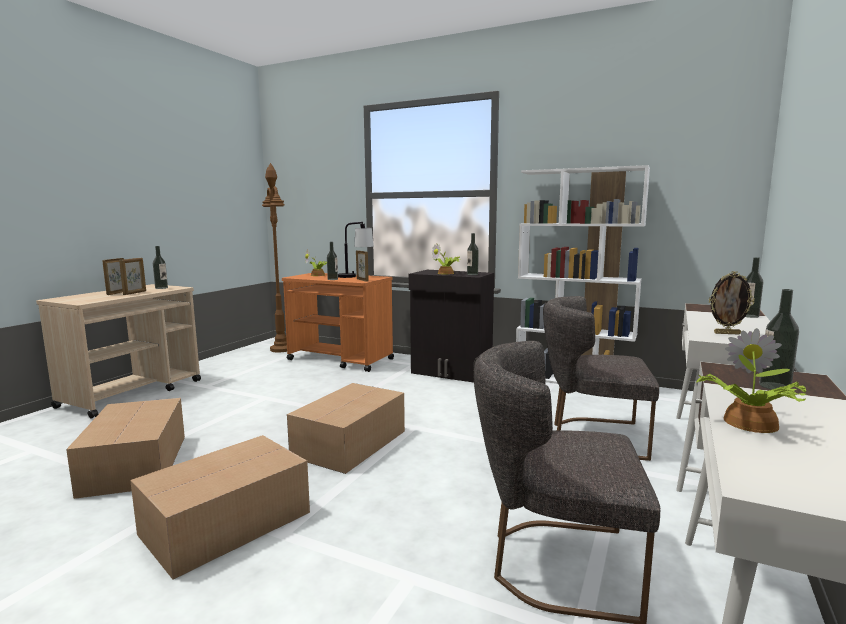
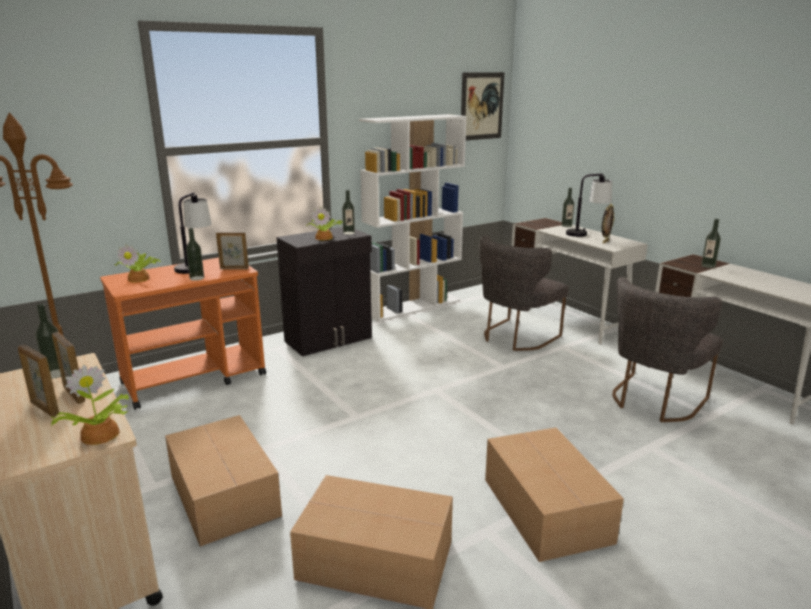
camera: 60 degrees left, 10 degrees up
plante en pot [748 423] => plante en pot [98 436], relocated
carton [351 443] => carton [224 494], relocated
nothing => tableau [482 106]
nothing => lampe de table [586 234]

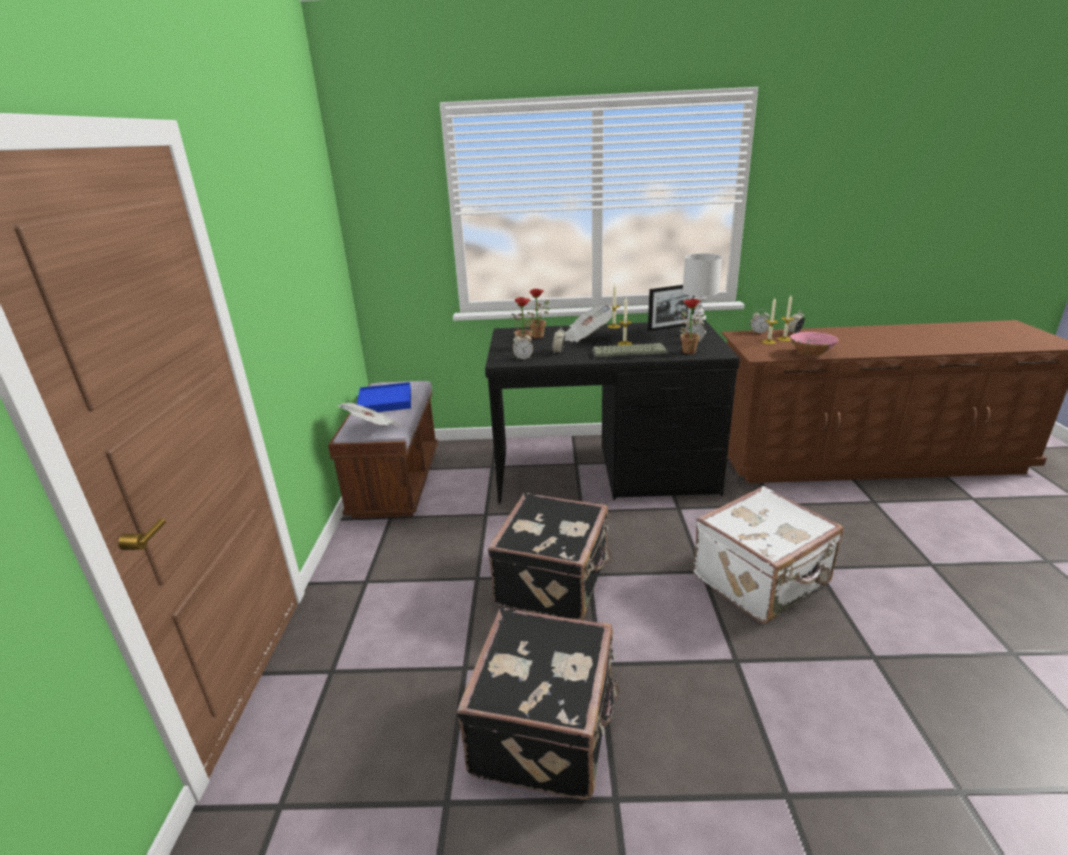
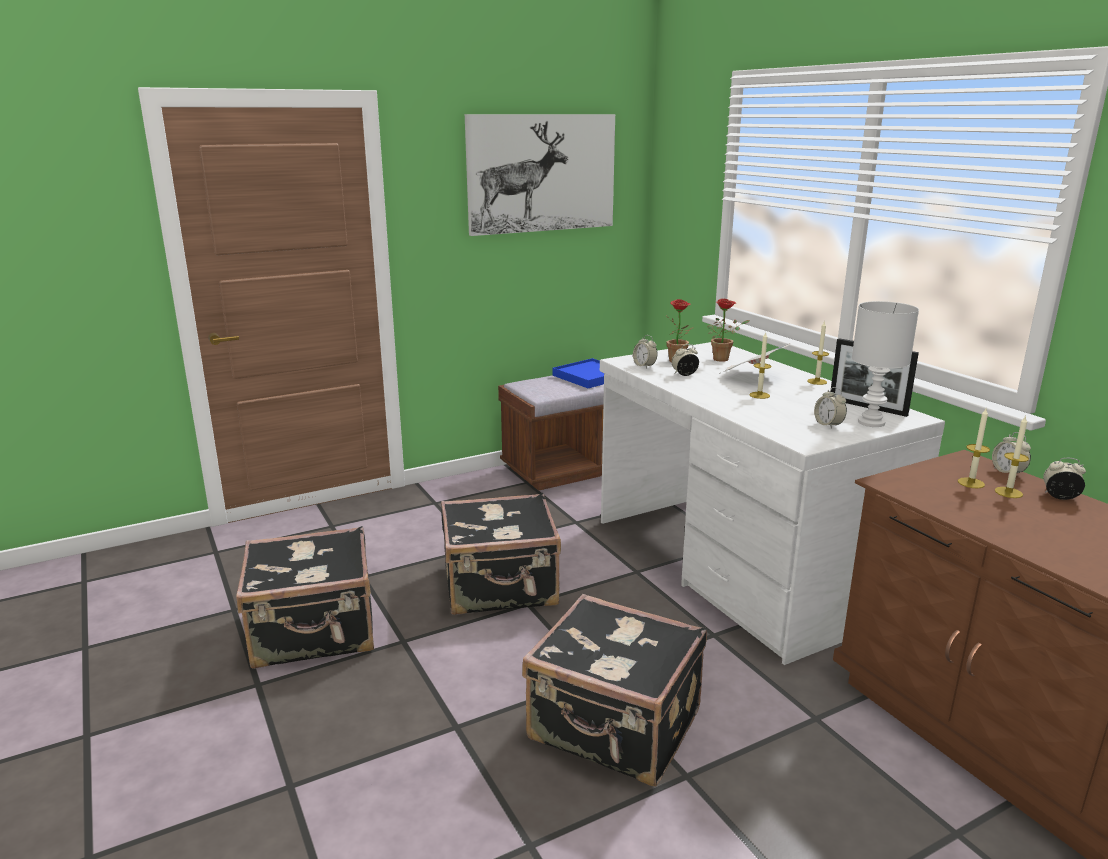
camera: 60 degrees right, 5 degrees down
nothing => tableau [542 173]
valise [blanc] [762 581] => valise [noir] [614 728]
bureau [noir] [604 471] => bureau [blanc] [738 565]
journal [372 428] => nothing
clavier [630 353] => nothing
plante en pot [686 351] => nothing
bol [rose] [810 354] => nothing

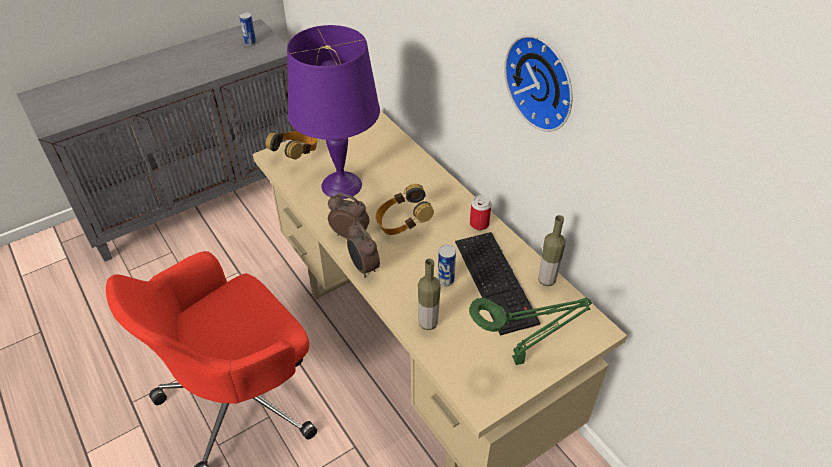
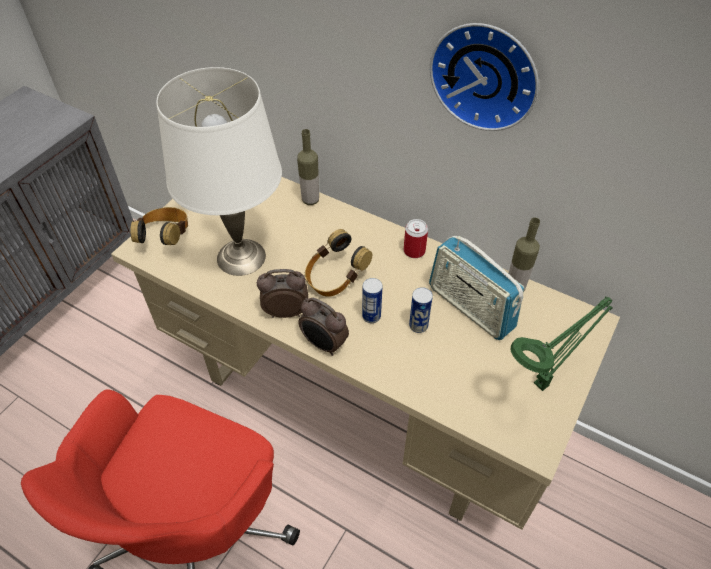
camera: 25 degrees left, 5 degrees up
lampe de table [violet] [341 185] => lampe de table [blanc] [240 257]
bouteille [428 323] => bouteille [310 200], relocated
boîte métallique [250 43] => boîte métallique [371 316], relocated
clavier [497 282] => radio [470 308]

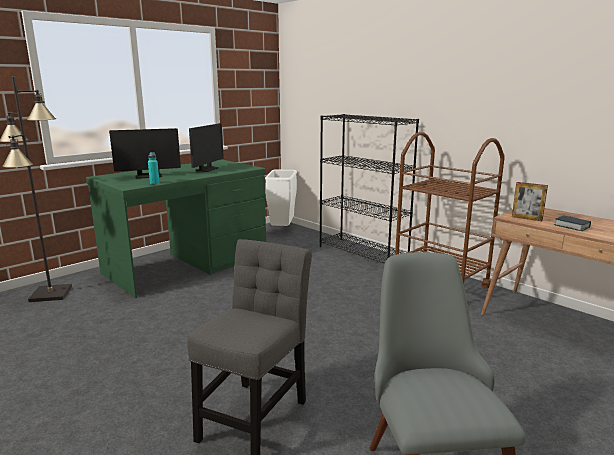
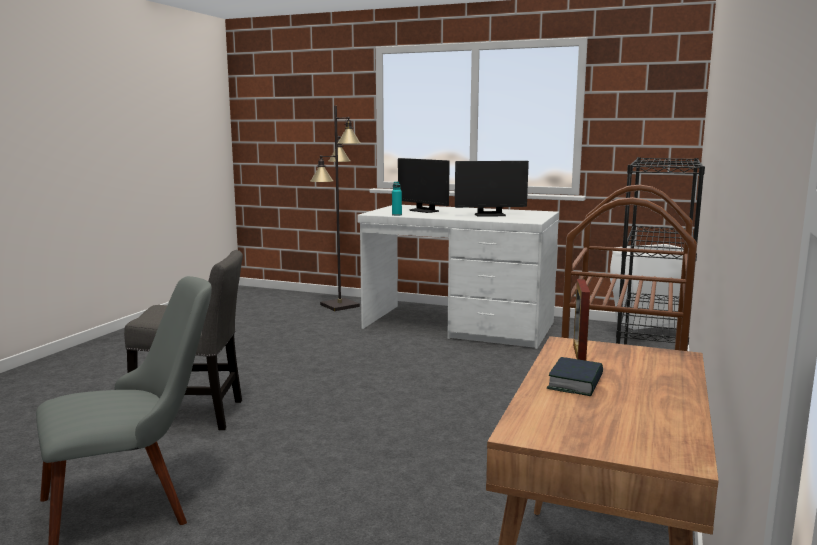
camera: 65 degrees right, 5 degrees down
bureau [vert] [188 265] => bureau [blanc] [459 325]

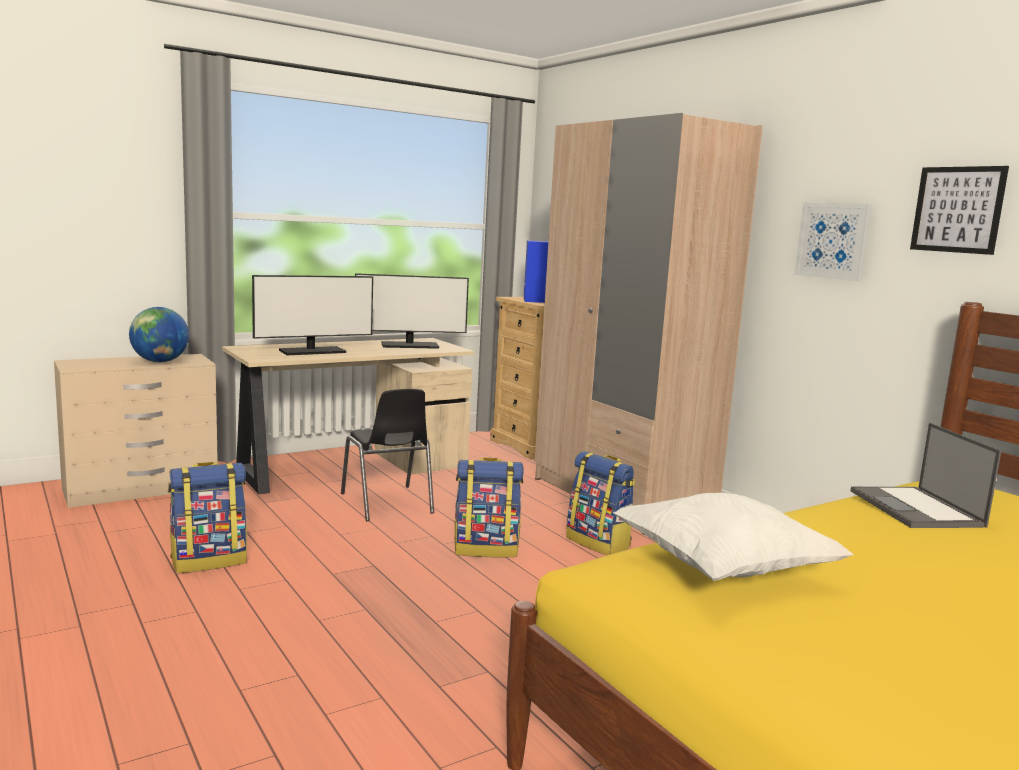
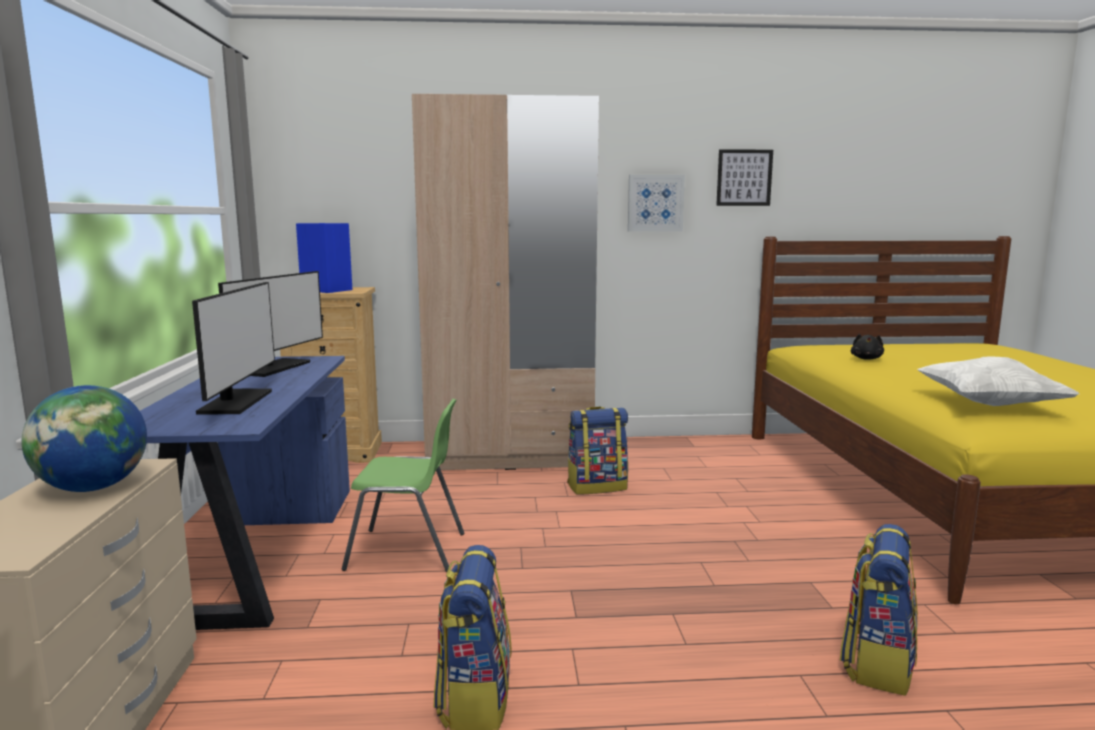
camera: 60 degrees left, 0 degrees up
bureau [beige] [350 468] => bureau [bleu] [259 550]
chaise [noir] [387 504] => chaise [vert] [408 551]
sac à dos [486 549] => sac à dos [876 663], relocated
ordinateur portable [917 509] => peluche [noir] [866 359]

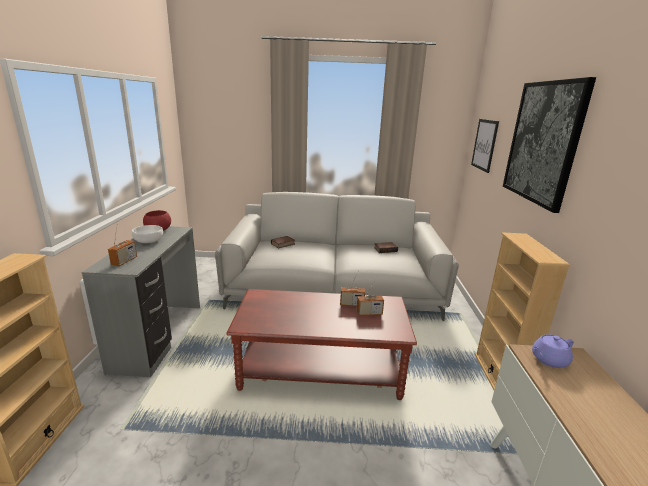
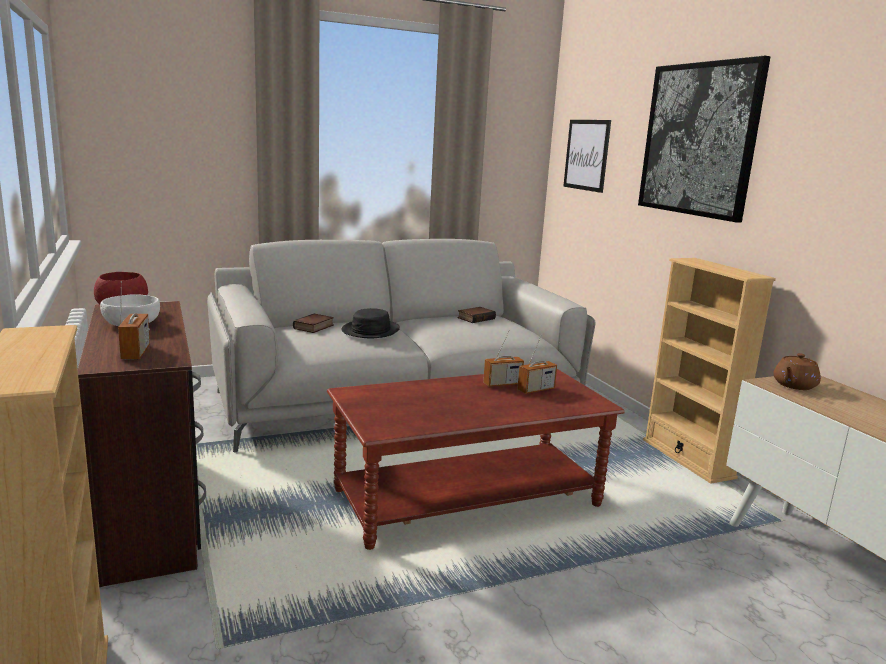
camera: 25 degrees left, 5 degrees down
bureau [gris] [160 336] => bureau [marron] [152 511]
nothing => chapeau [noir] [370 330]
théière [violet] [548 360] => théière [marron] [794 385]

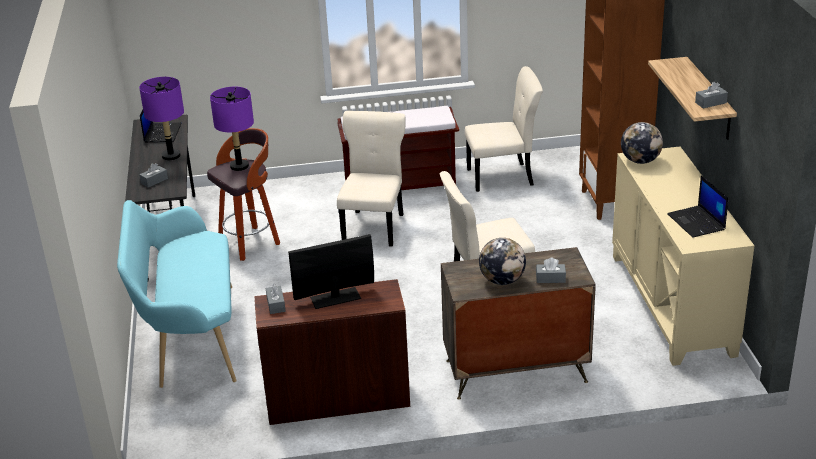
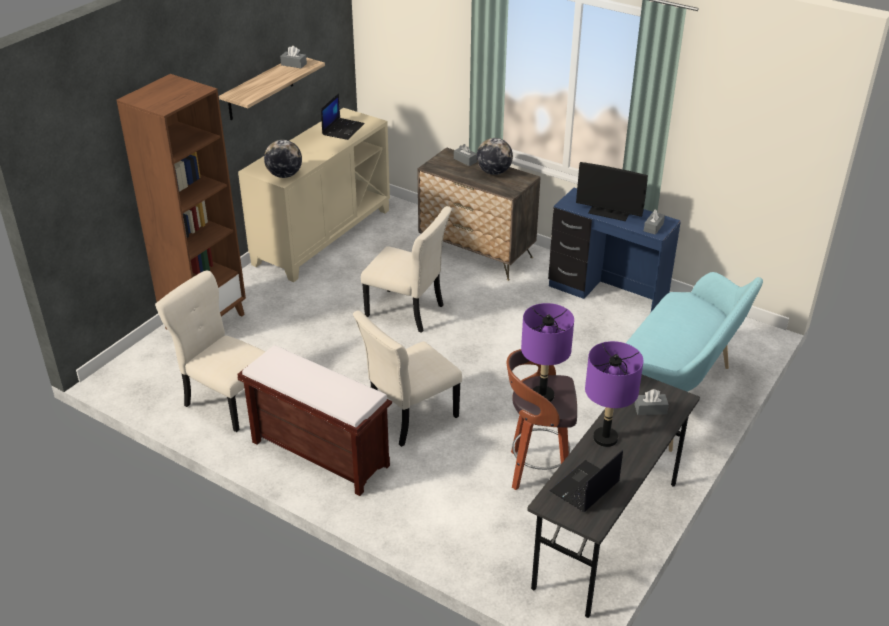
camera: 140 degrees left, 5 degrees up
bureau [marron] [337 398] => bureau [bleu] [606 295]

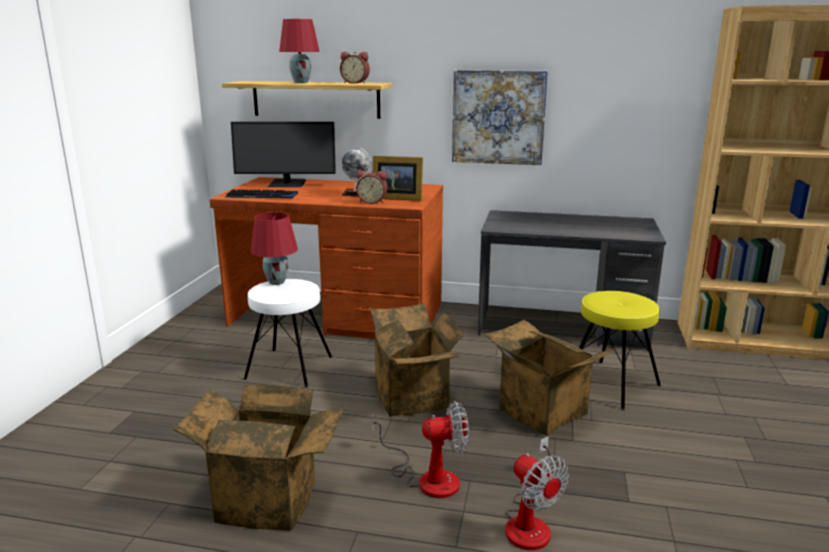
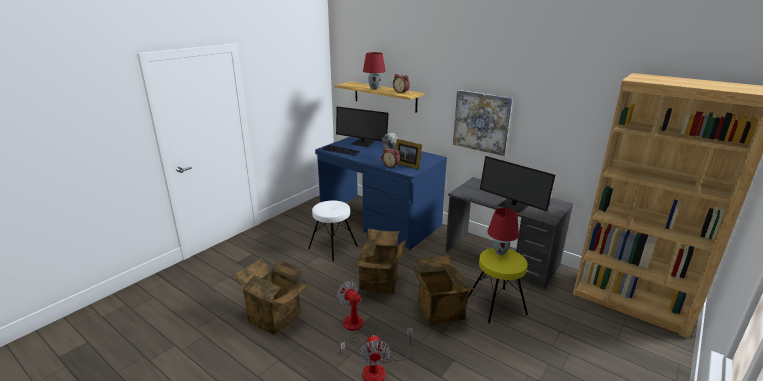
camera: 25 degrees right, 5 degrees up
bureau [marron] [338 315] => bureau [bleu] [379 220]
ventilateur [427 477] => ventilateur [351 329], 150 degrees counterclockwise
nothing => écran d'ordinateur [513 205]
lampe de table [rouge] [277 282] => lampe de table [rouge] [500 252], relocated

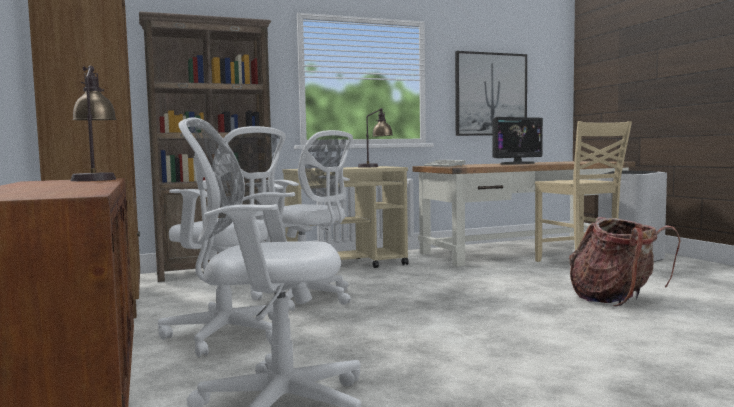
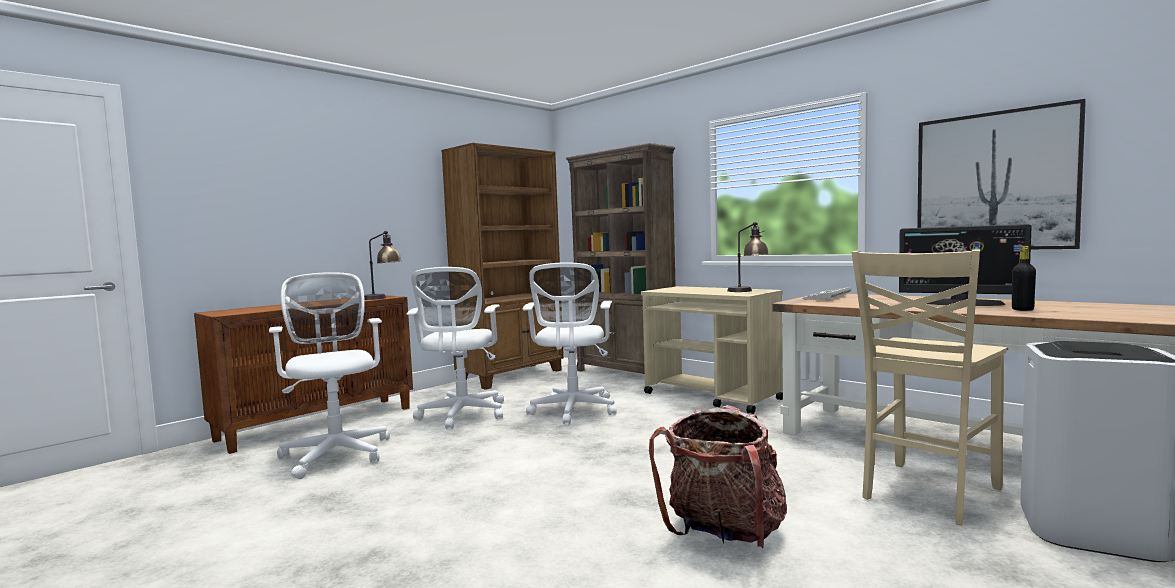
camera: 65 degrees right, 0 degrees up
nothing => bouteille [noir] [1022 310]

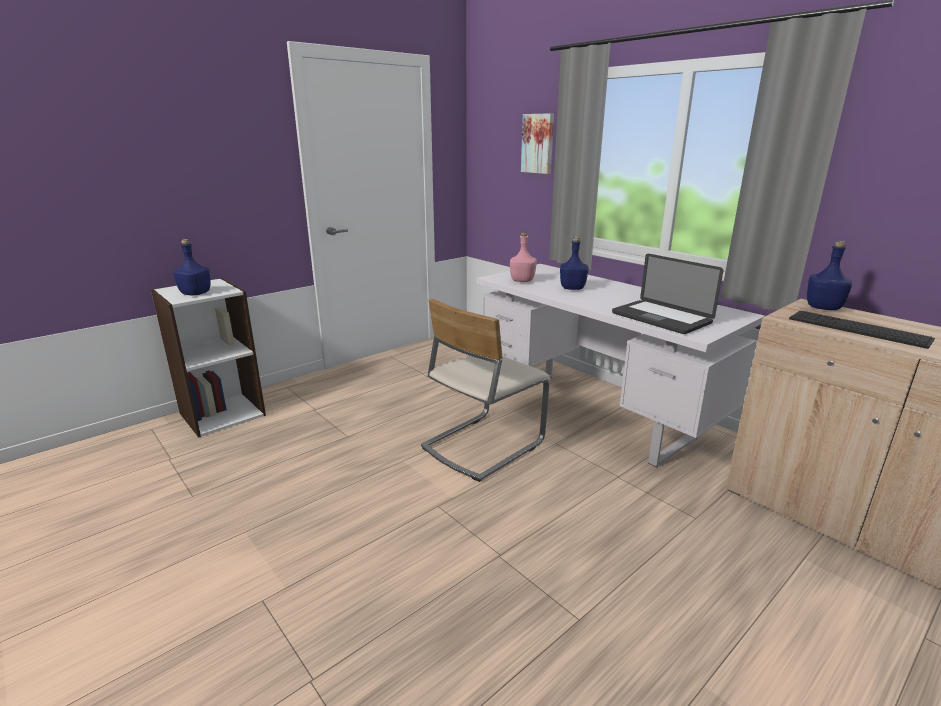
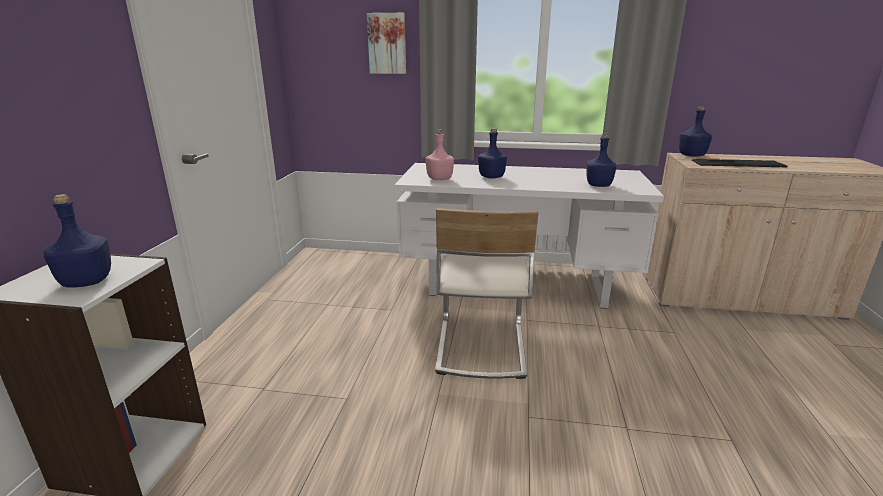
camera: 40 degrees left, 0 degrees up
ordinateur portable [661 318] => bouteille [bleu] [599 185]

